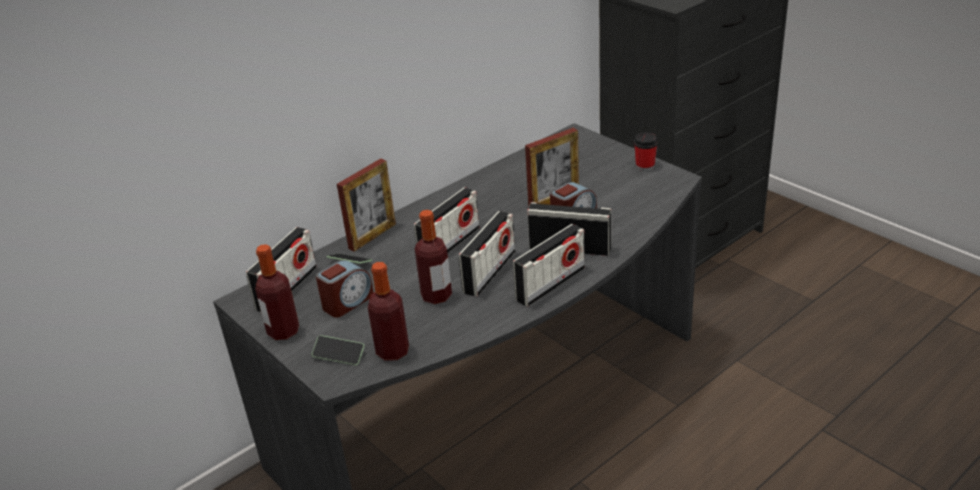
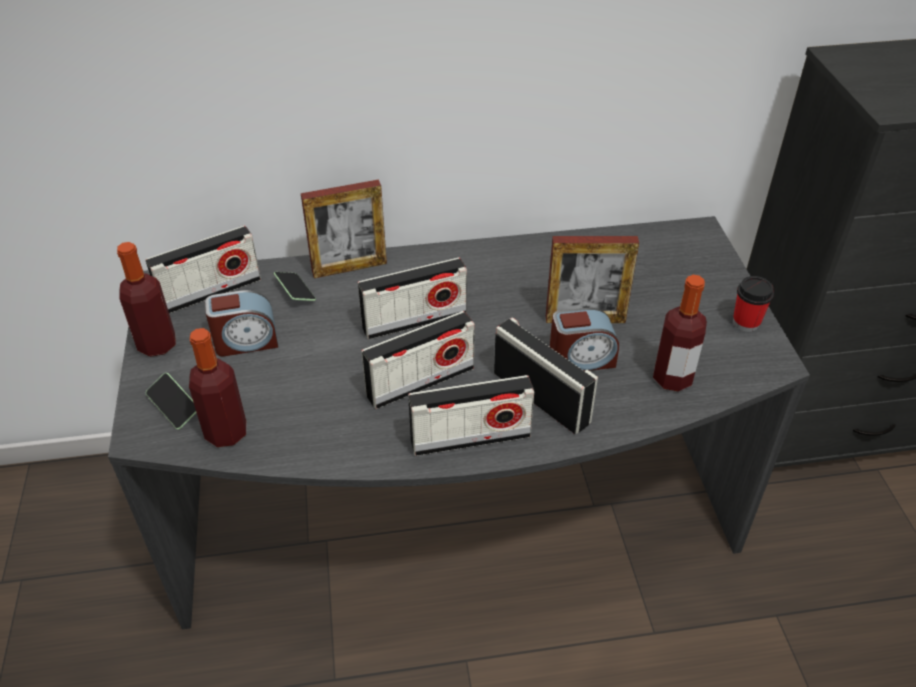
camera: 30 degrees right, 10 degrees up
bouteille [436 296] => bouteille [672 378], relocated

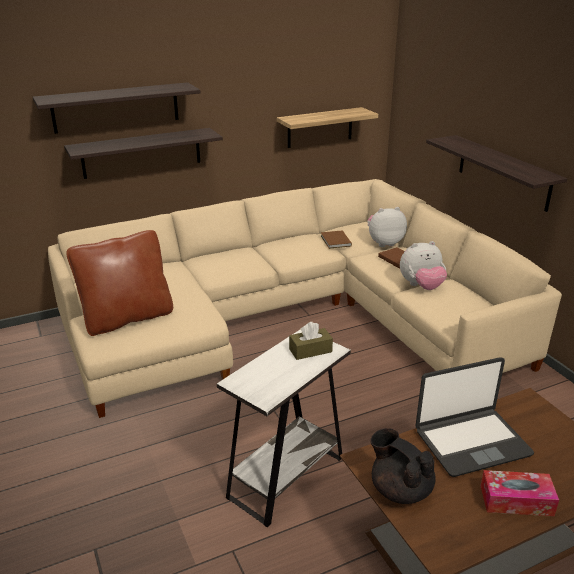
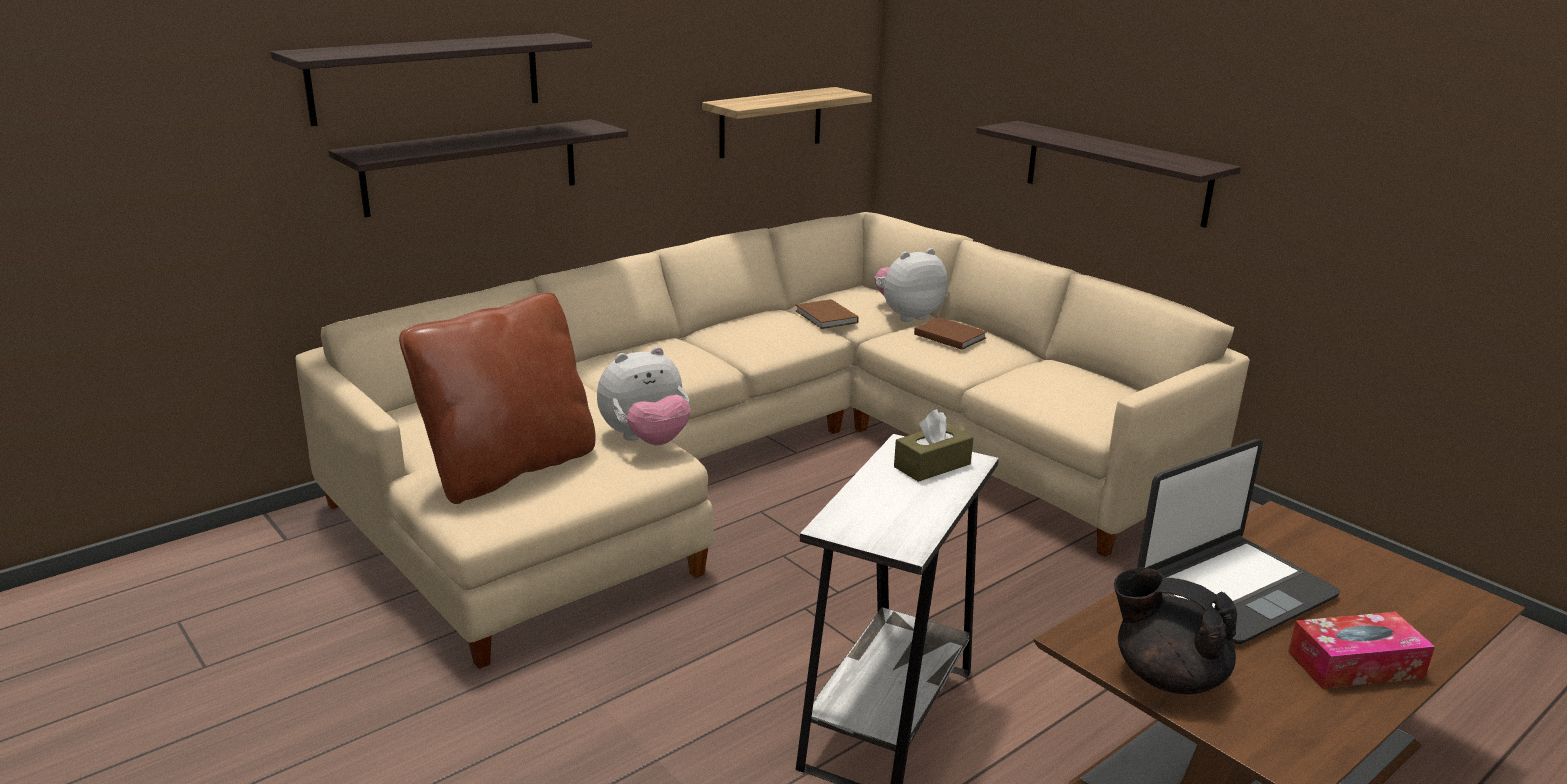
camera: 15 degrees left, 5 degrees down
peluche [421 286] => peluche [646 440], relocated

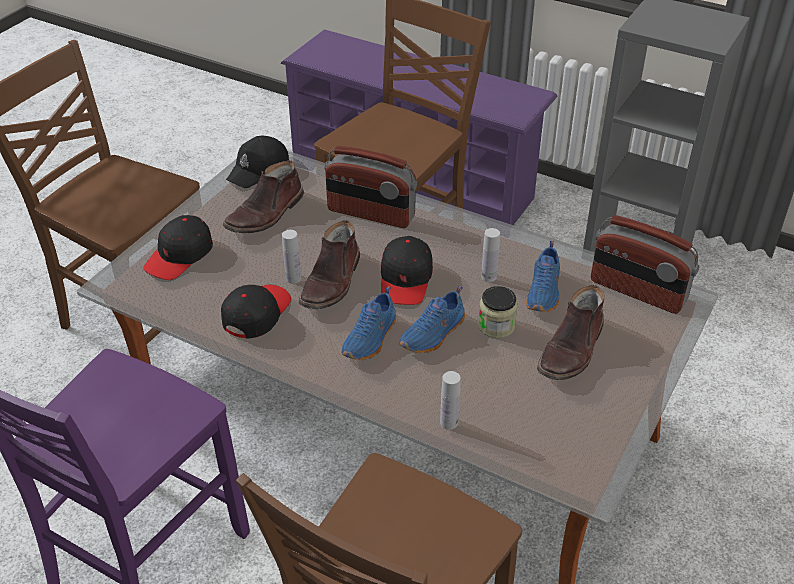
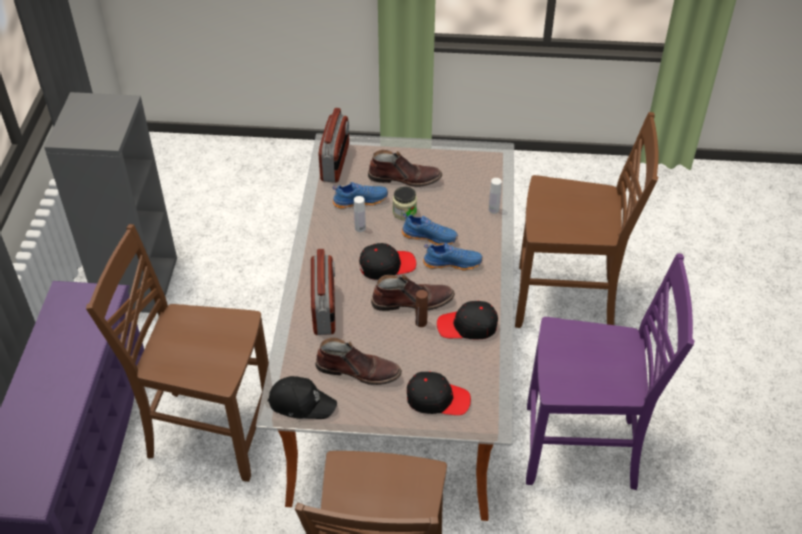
camera: 115 degrees left, 5 degrees up
bouteille [blanc] [293 278] => bouteille [marron] [421 322]

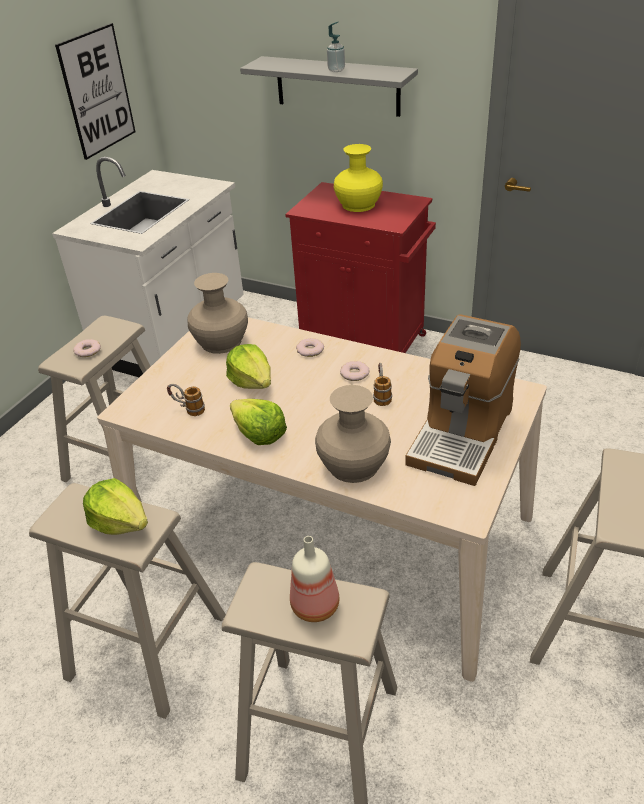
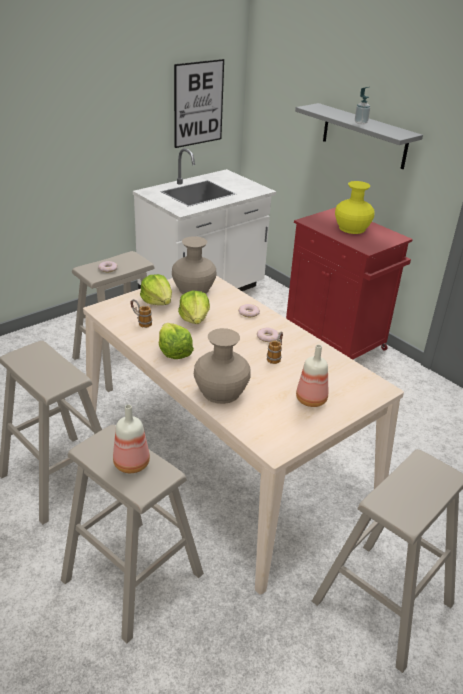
camera: 20 degrees right, 5 degrees down
laitue [120 522] => laitue [157 301], relocated
machine à café [461 434] => bouteille [312 400]

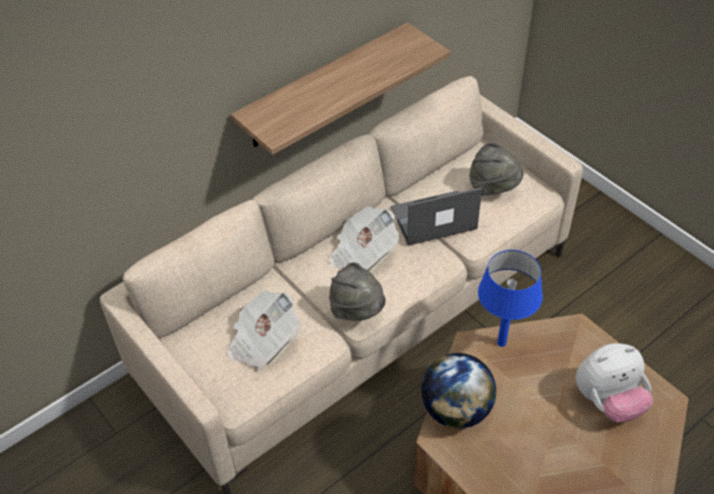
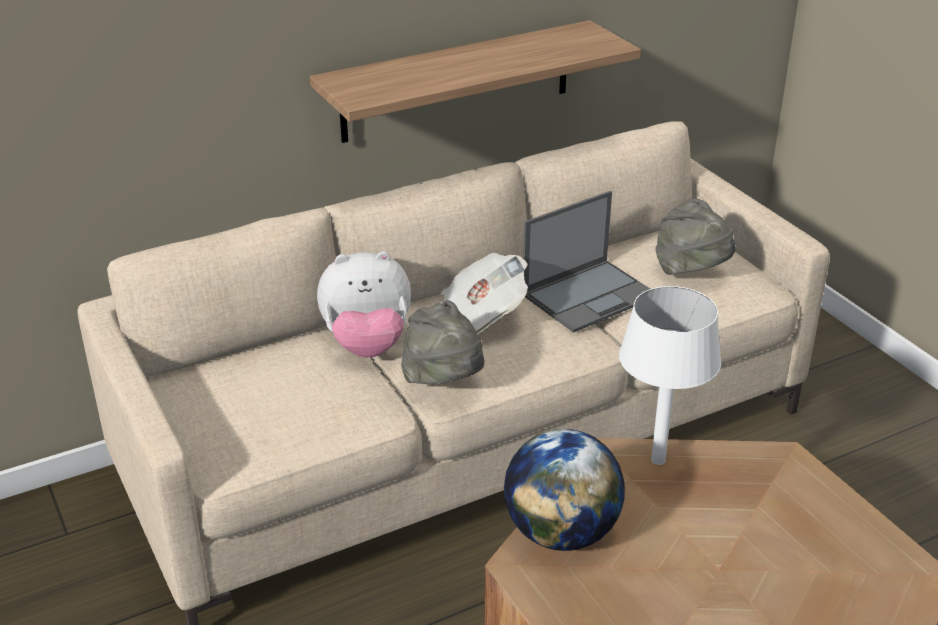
camera: 10 degrees right, 15 degrees down
peluche [608 401] => peluche [367 345], relocated
ordinateur portable [432 219] => ordinateur portable [590 295], 150 degrees clockwise
lampe de table [bleu] [501 342] => lampe de table [blanc] [658 459]
journal [263 342] => nothing

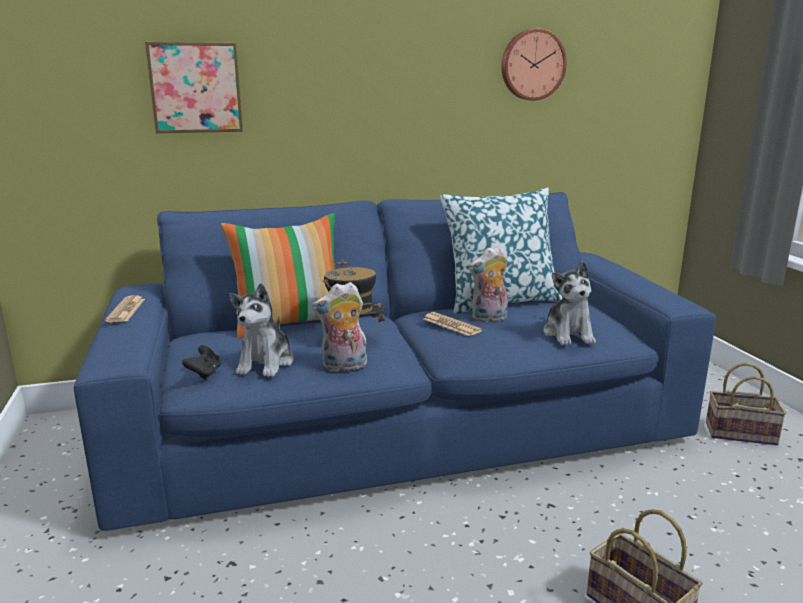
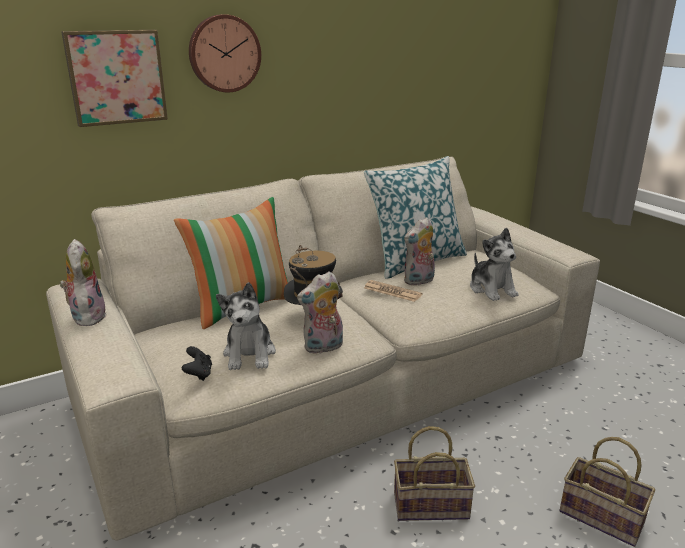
camera: 15 degrees left, 5 degrees up
canapé [bleu] [401 426] => canapé [beige] [341 382]
journal [126 310] => peluche [87 316]
horloge murale [532 65] => horloge murale [224 53], relocated
panier [742 433] => panier [432 504], relocated

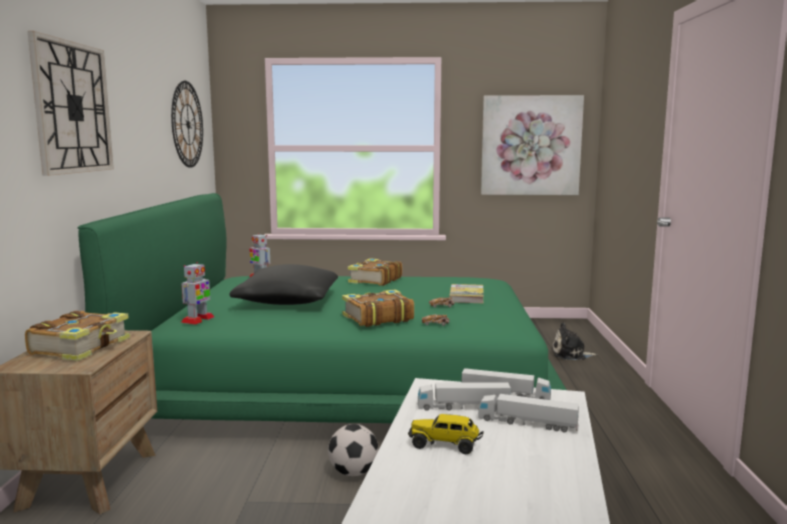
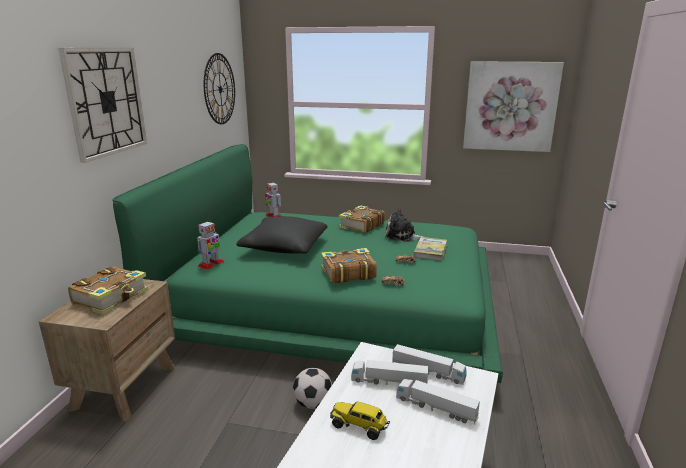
camera: 10 degrees right, 10 degrees up
peluche [571 354] => peluche [402 236], relocated

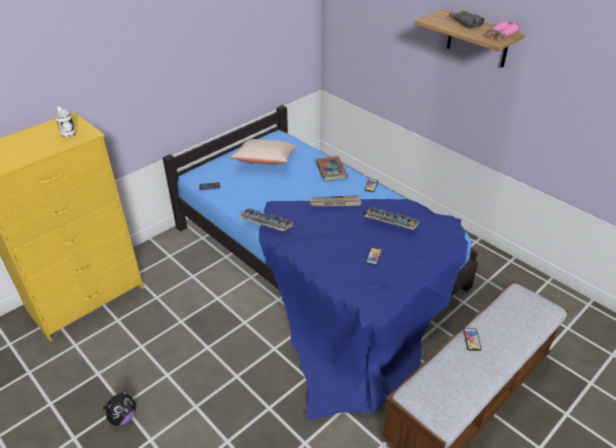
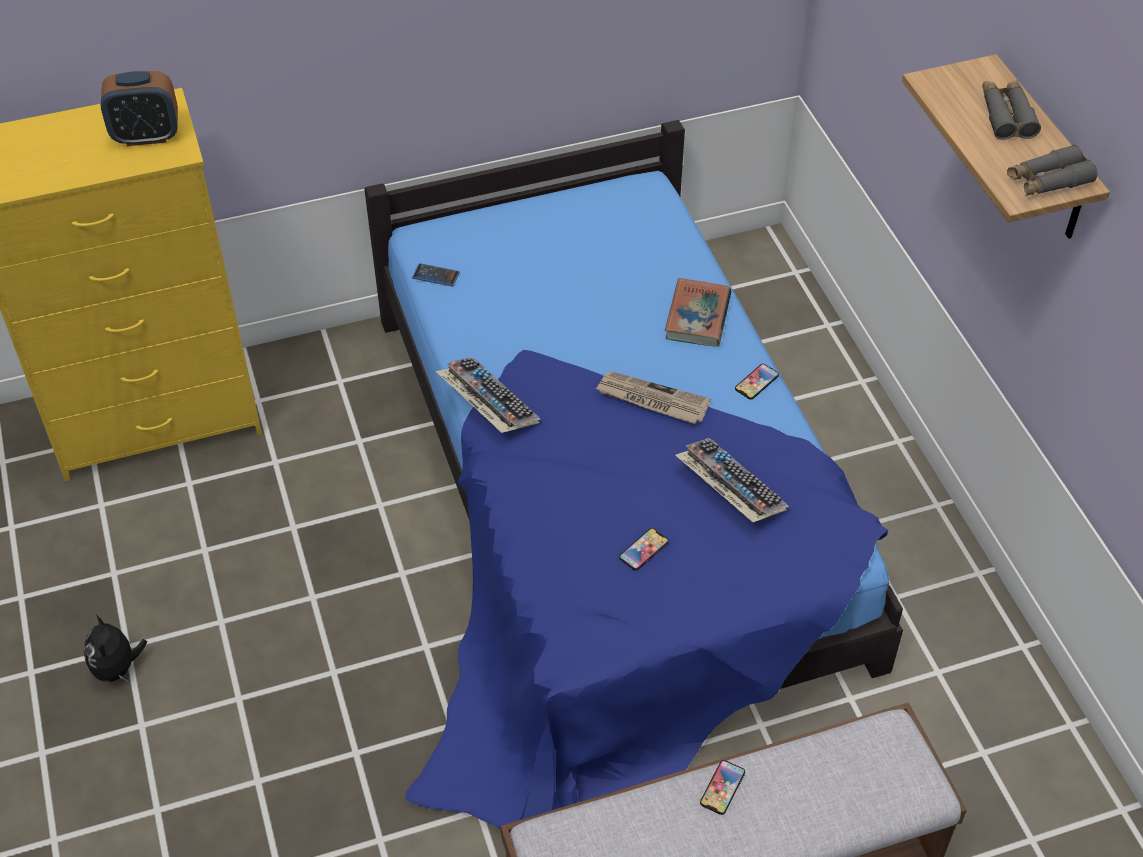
camera: 25 degrees right, 10 degrees up
peluche [123 417] => peluche [118 668], 105 degrees clockwise
mug [blanc] [67 132] => réveil [146 136]
jumelles [rose] [500 35] => jumelles [gris] [1048 181]
coussin [beige] [265 161] => nothing

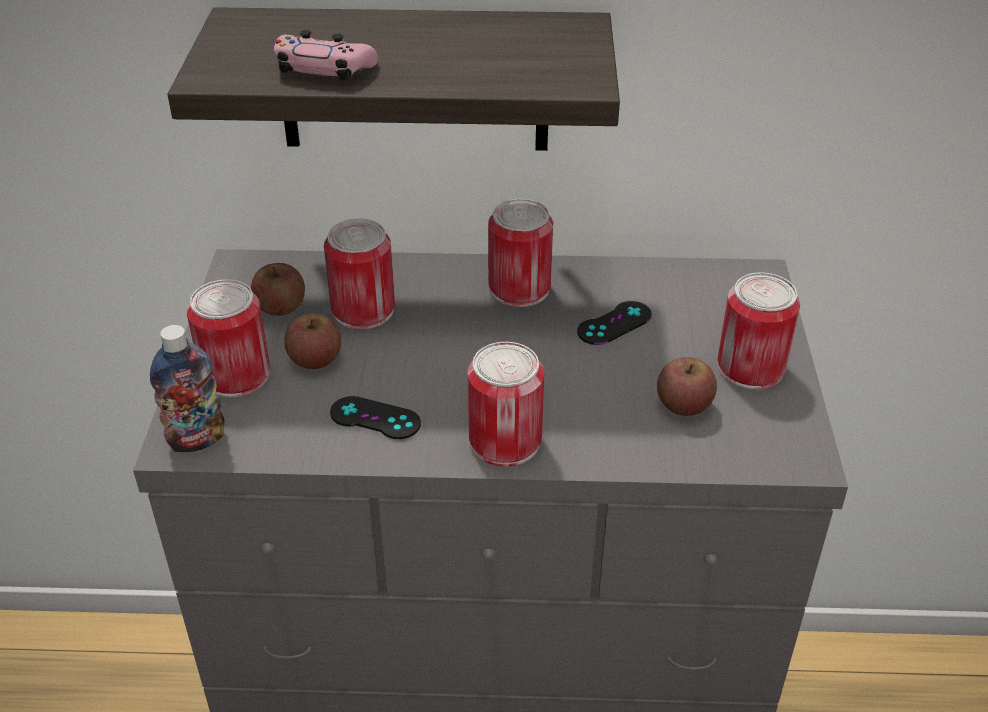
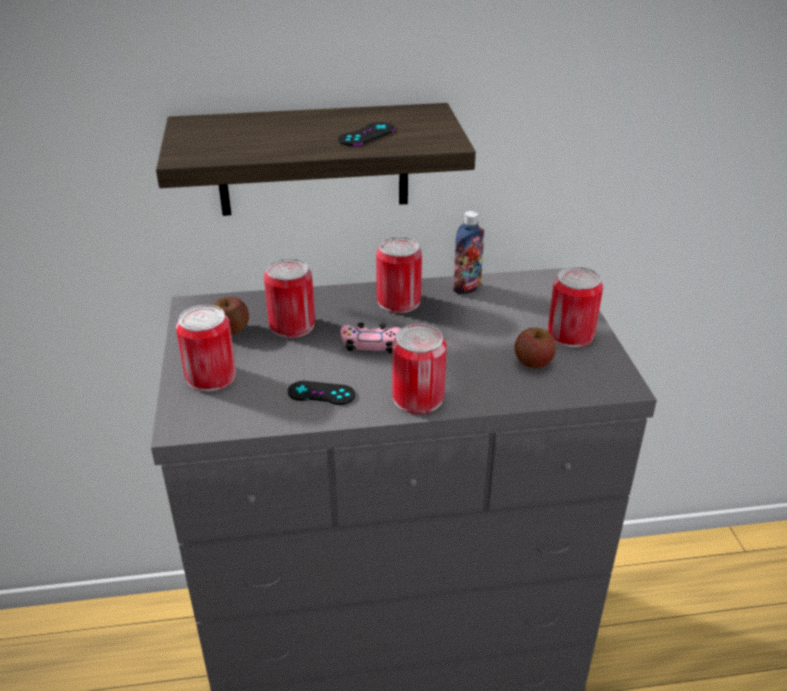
camera: 10 degrees left, 5 degrees down
manette [noir] [614 323] => manette [noir] [366 134], relocated
manette [rose] [324 69] => manette [rose] [371 344], relocated
bouteille [197 439] => bouteille [467 288], relocated
pomme [315 359] => nothing

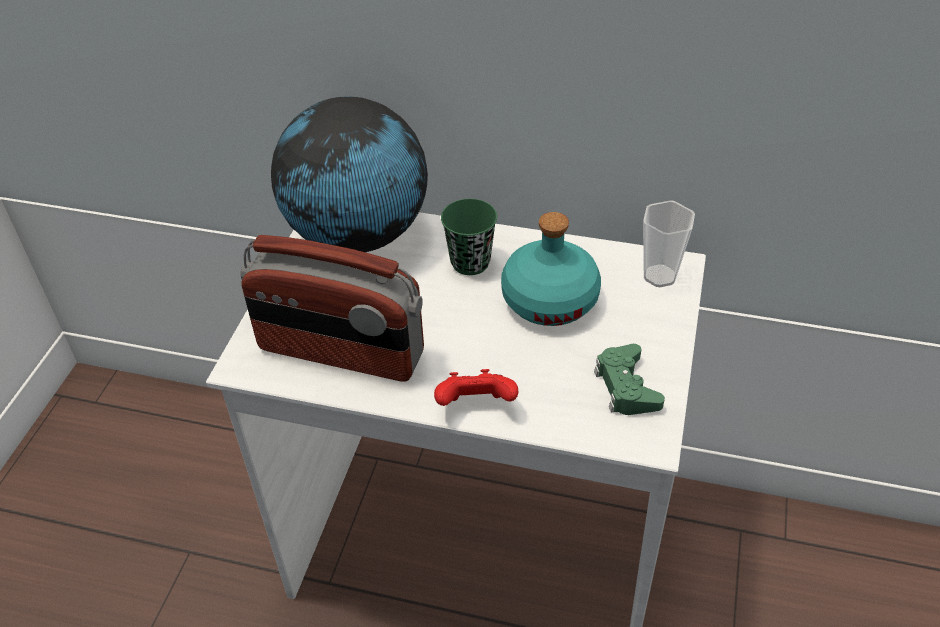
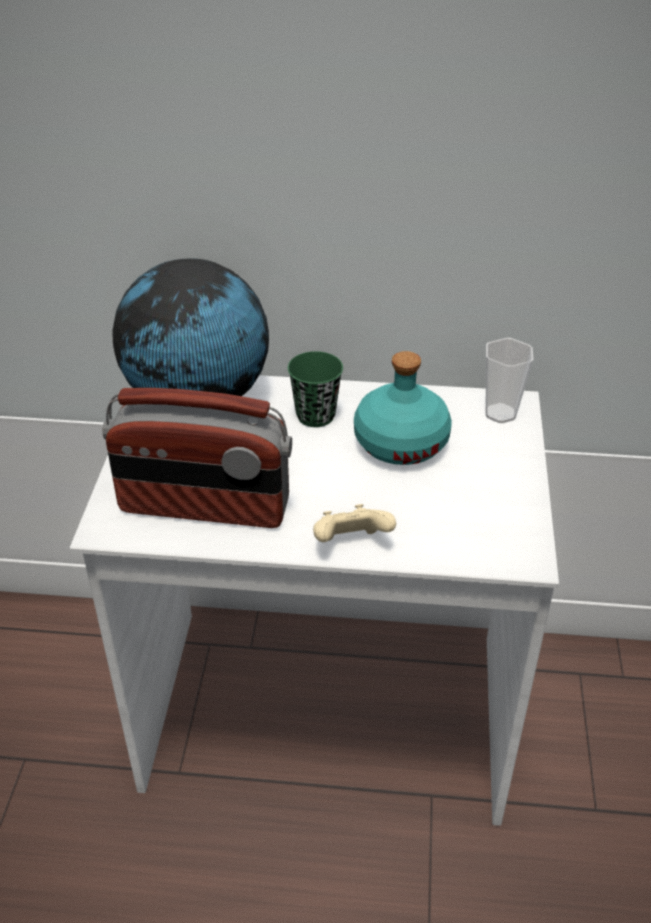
camera: 10 degrees left, 5 degrees down
manette [rouge] [476 405] => manette [beige] [351 543]
manette [vert] [626 387] => nothing

